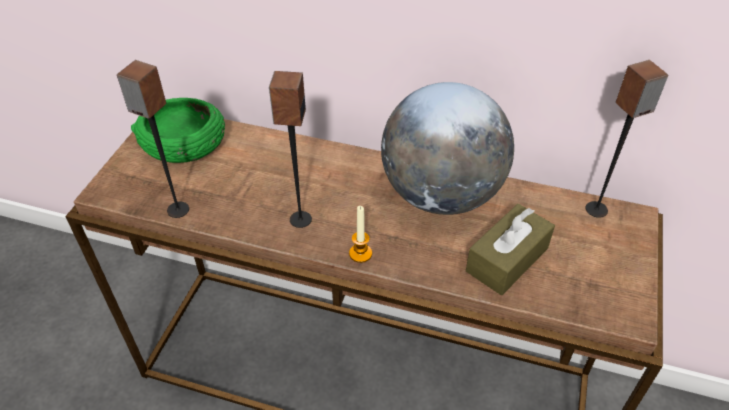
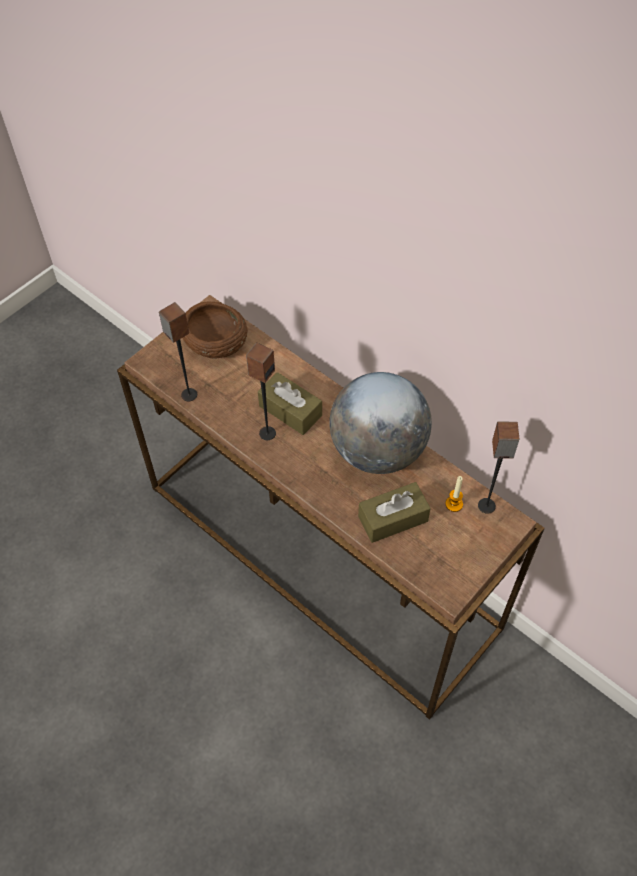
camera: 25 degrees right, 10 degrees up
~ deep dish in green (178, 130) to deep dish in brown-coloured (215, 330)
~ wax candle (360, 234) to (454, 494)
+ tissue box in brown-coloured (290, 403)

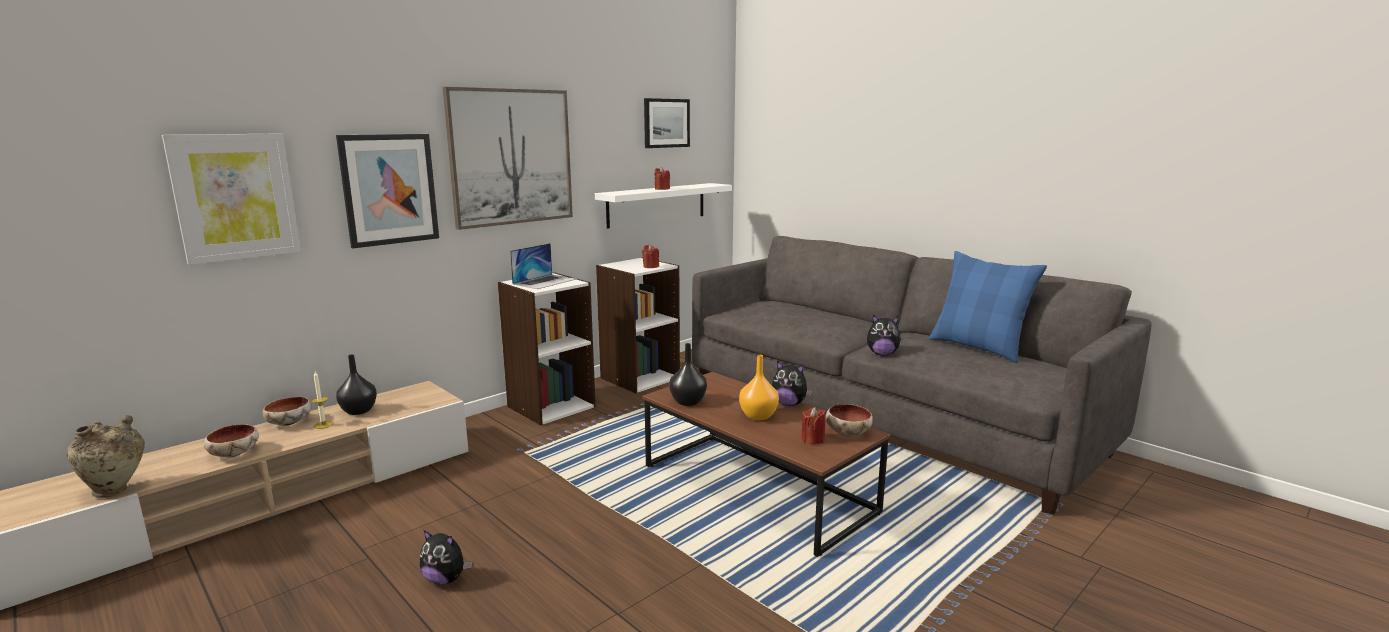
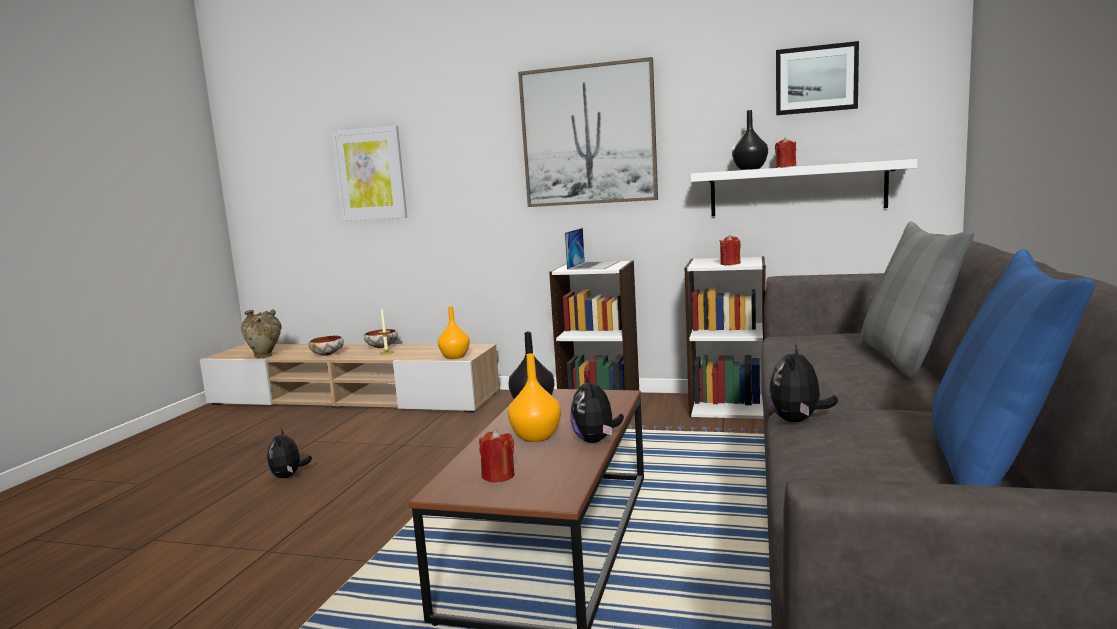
camera: 60 degrees right, 5 degrees down
- wall picture (387, 191)
~ vase in blackish (356, 384) to (750, 140)
~ laptop (543, 266) = (592, 249) 75 degrees counterclockwise
- deep dish (849, 420)
~ soft toy (884, 335) = (803, 383) 45 degrees clockwise
+ vase in orangey (454, 332)
+ throw pillow in gray (917, 300)

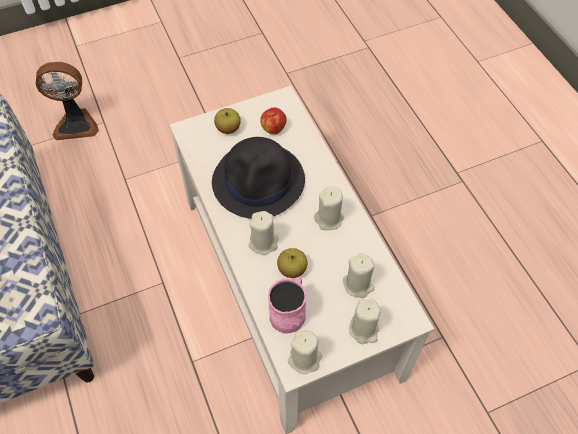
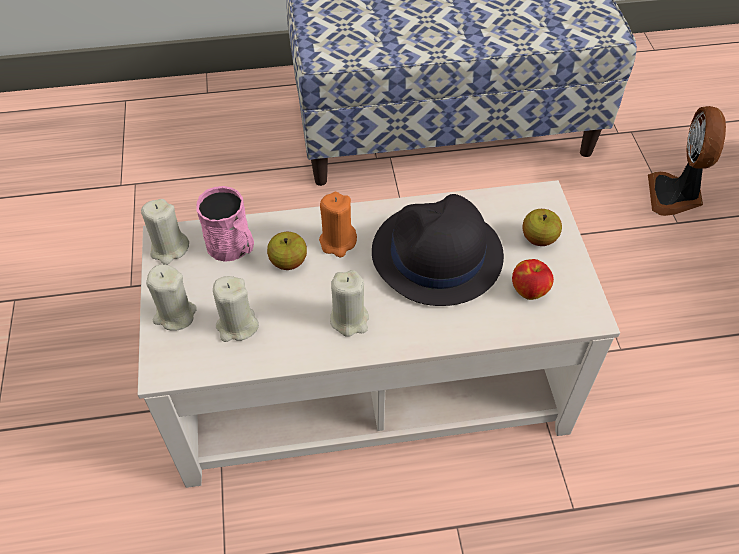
camera: 105 degrees right, 5 degrees down
~ wax candle in sand-coloured (264, 233) to wax candle in orangey (338, 224)

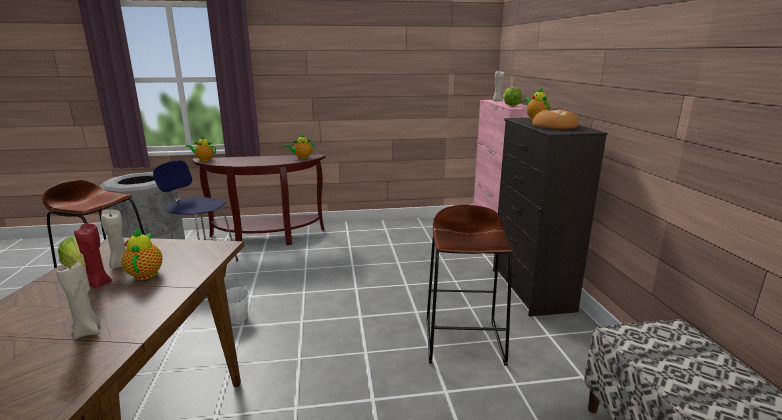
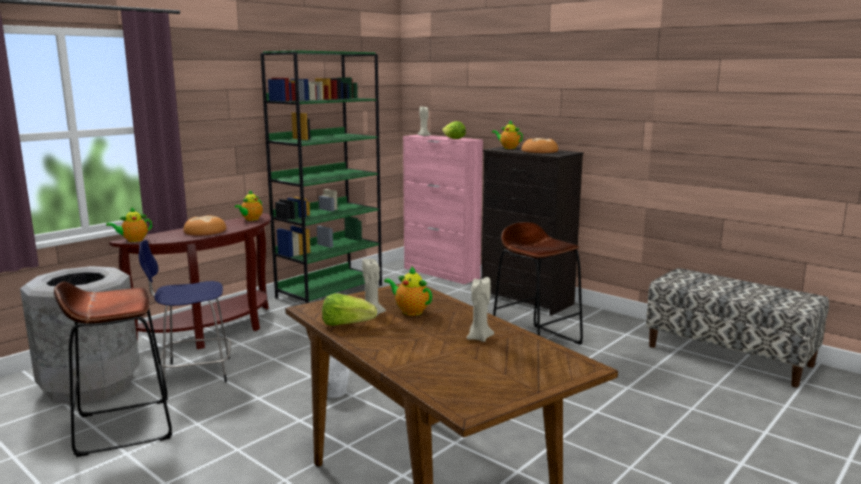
camera: 40 degrees left, 5 degrees down
- wax candle in red-coloured (93, 256)
+ baked bread (204, 225)
+ bookcase in green (321, 176)

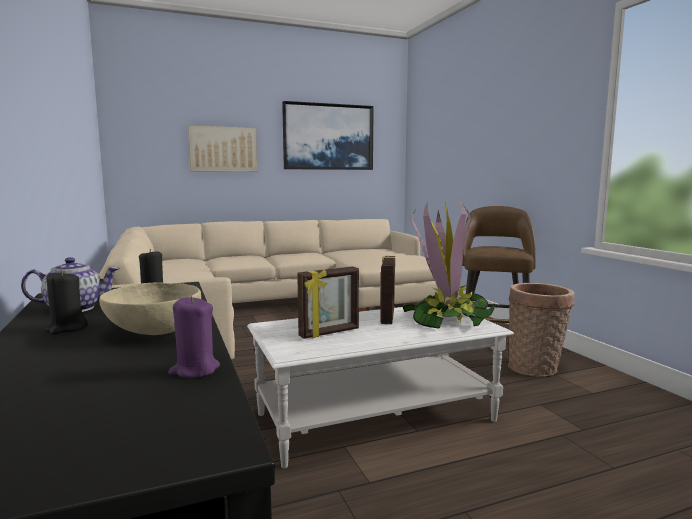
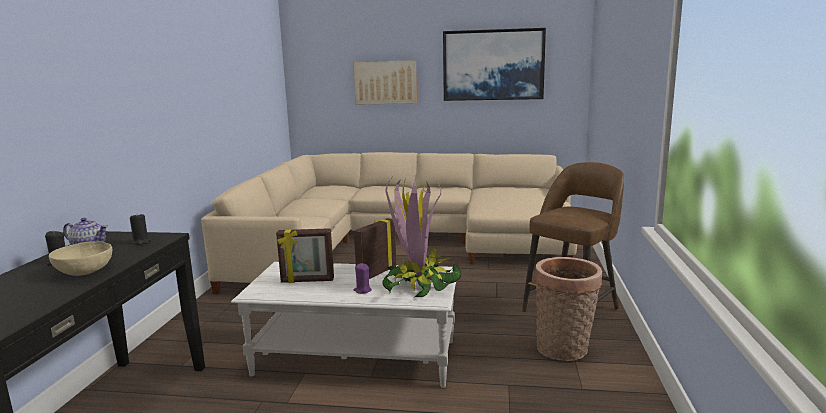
camera: 30 degrees right, 5 degrees up
~ wax candle in purple-coloured (194, 337) to (363, 278)

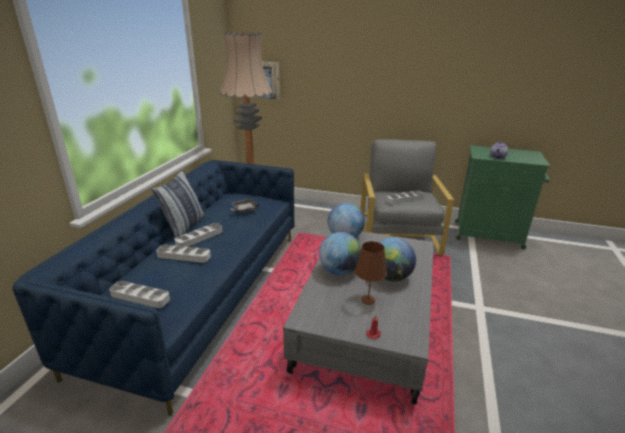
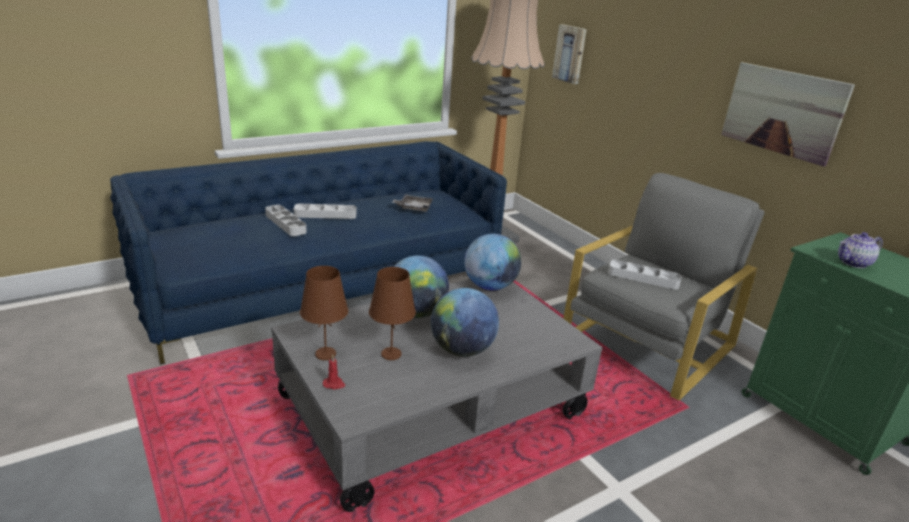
camera: 40 degrees right, 0 degrees up
- tray in gray (139, 294)
- throw pillow (178, 203)
+ tabletop lamp in brown-coloured (324, 313)
+ wall picture (788, 114)

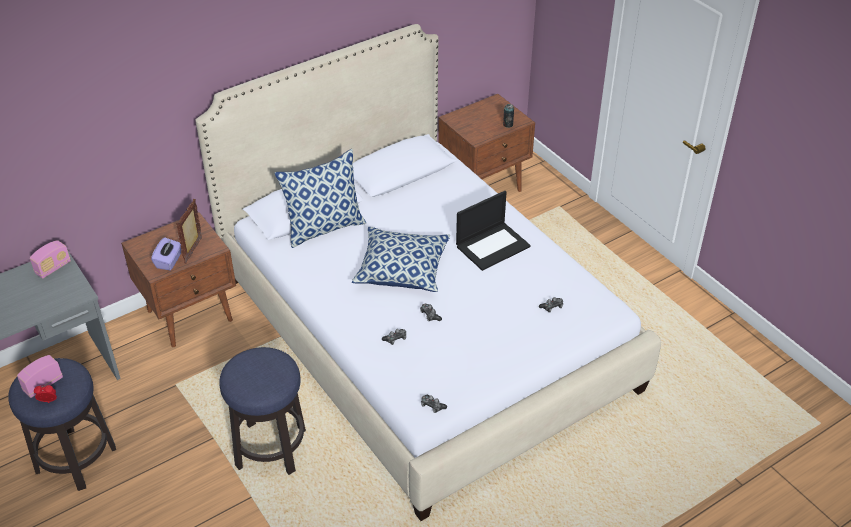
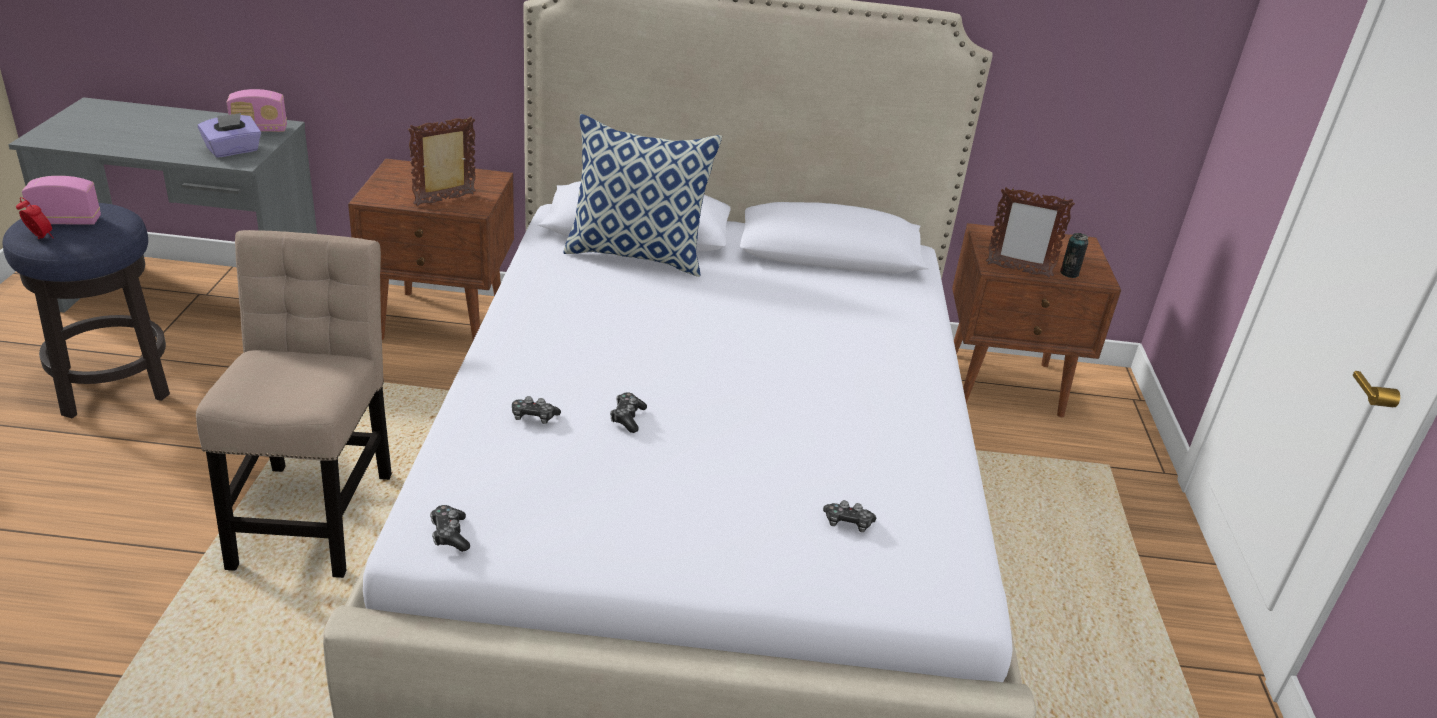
camera: 35 degrees right, 10 degrees down
~ tissue box in purple-coloured (166, 254) to (229, 135)
~ stool (262, 411) to upright chair in sand-coloured (294, 404)
- throw pillow (401, 259)
- laptop (493, 231)
+ standing frame (1030, 232)

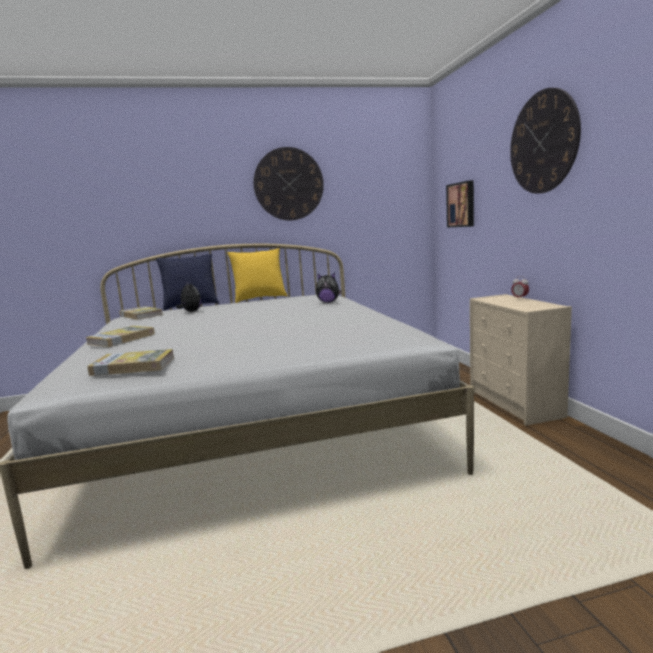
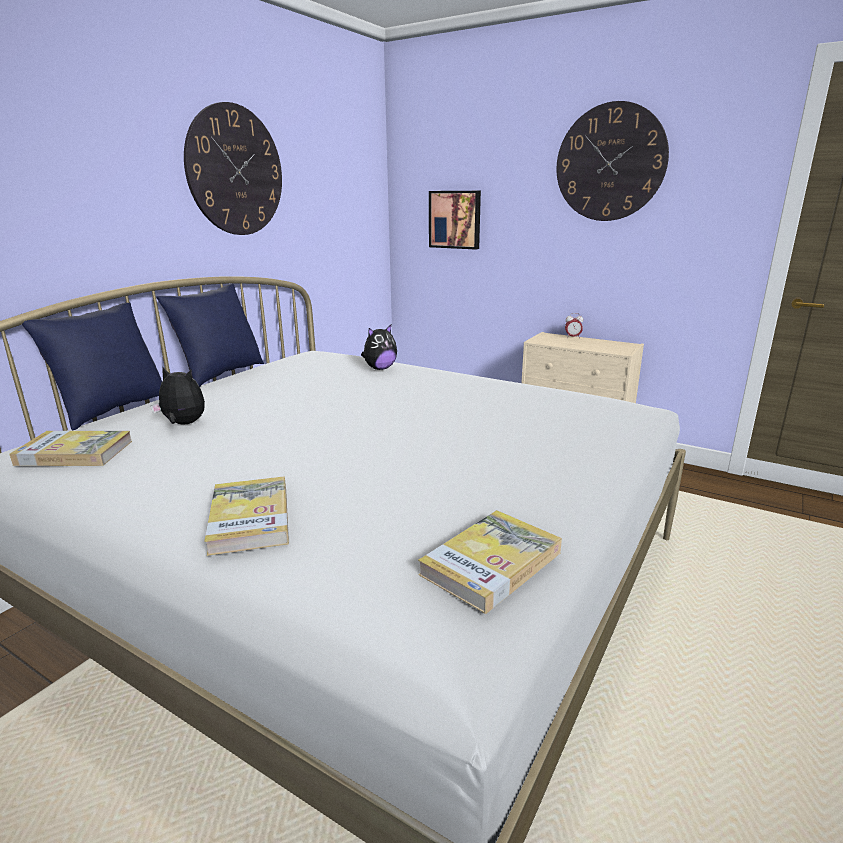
camera: 45 degrees left, 10 degrees up
~ throw pillow in yellow (257, 275) to throw pillow in blue-coloured (210, 335)

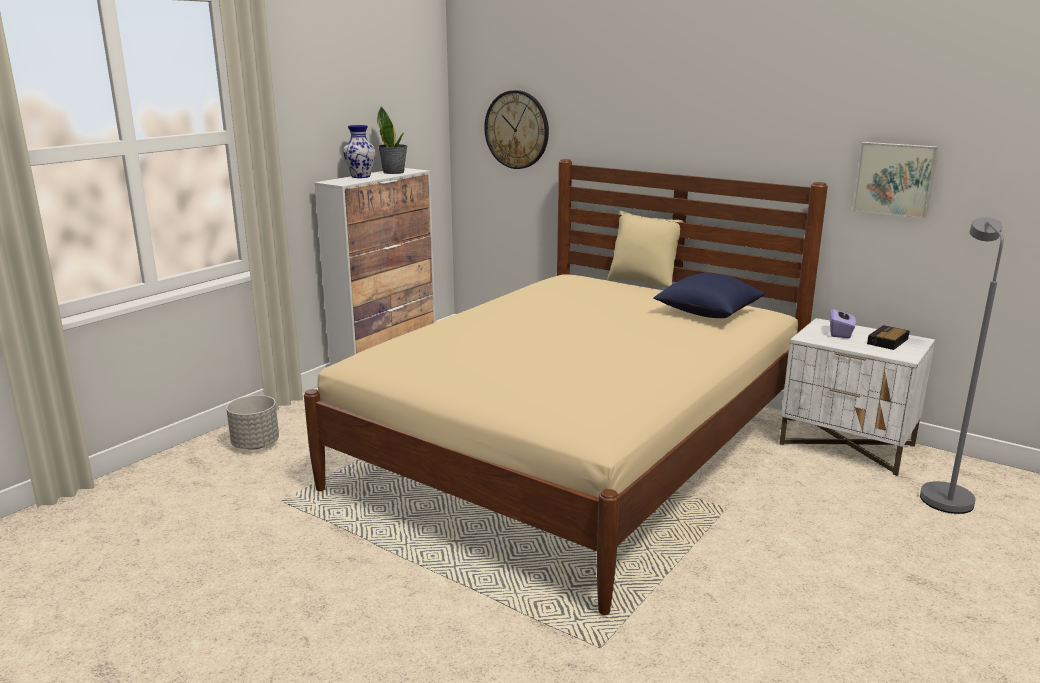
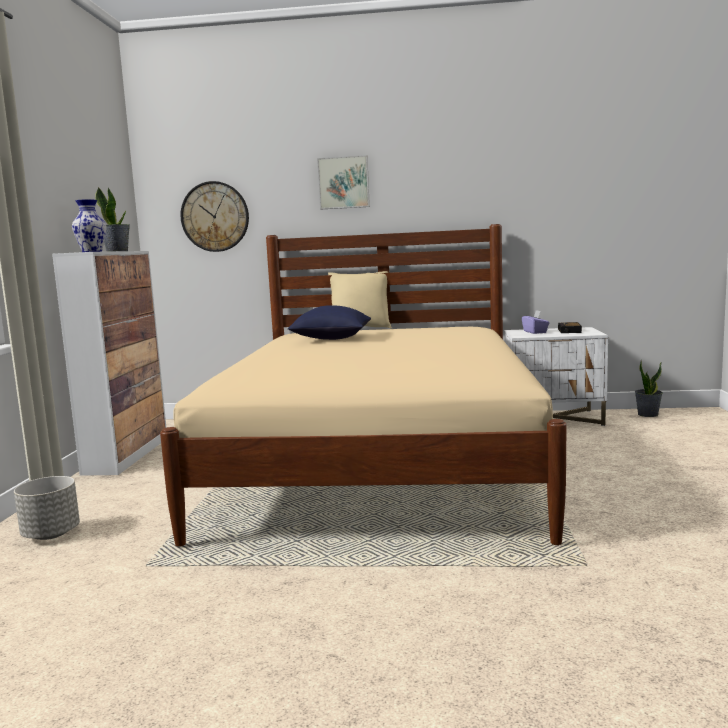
camera: 30 degrees left, 10 degrees down
~ throw pillow in blue-coloured (709, 295) to (329, 322)
~ wall picture (895, 180) to (343, 182)
- standard lamp in gray (962, 365)
+ houseplant (649, 388)

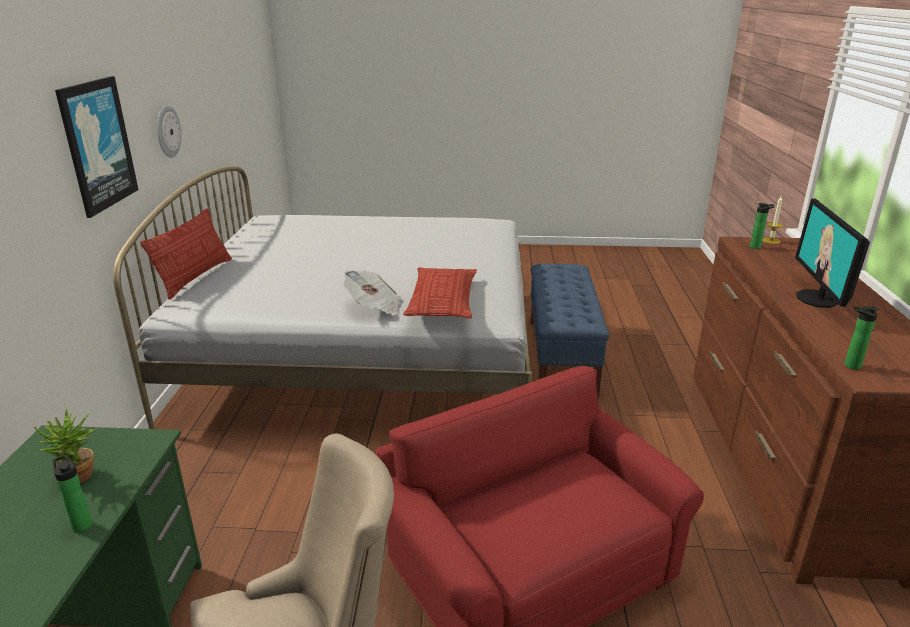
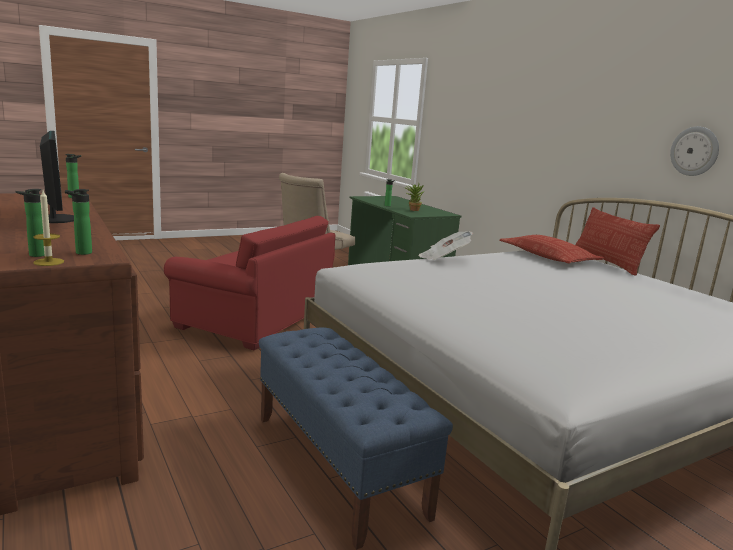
camera: 145 degrees right, 10 degrees down
- wall picture (96, 147)
~ throw pillow (440, 293) to (552, 249)
+ beverage bottle (30, 223)

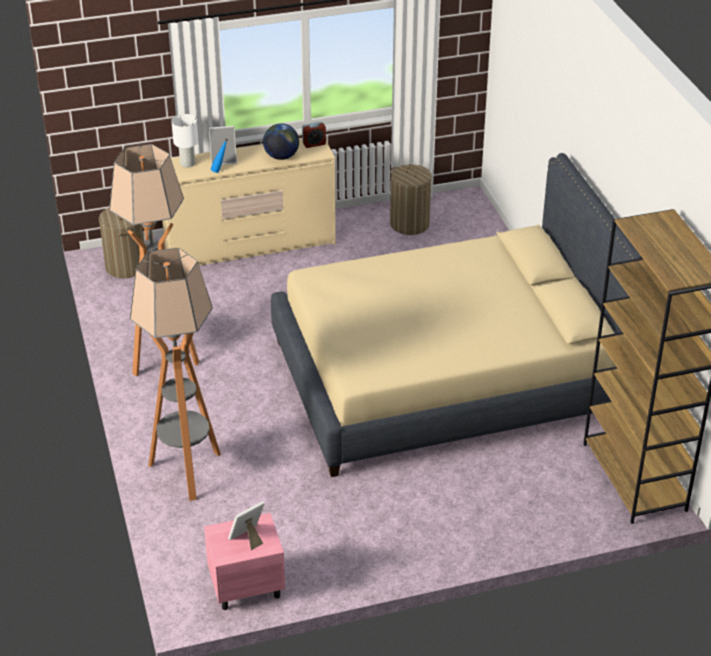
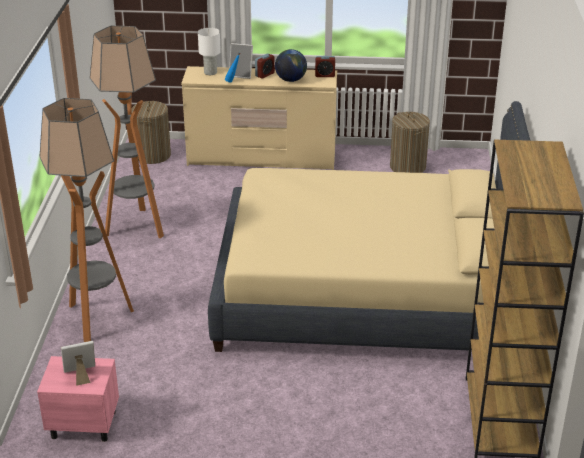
camera: 20 degrees right, 5 degrees down
+ alarm clock (265, 66)

